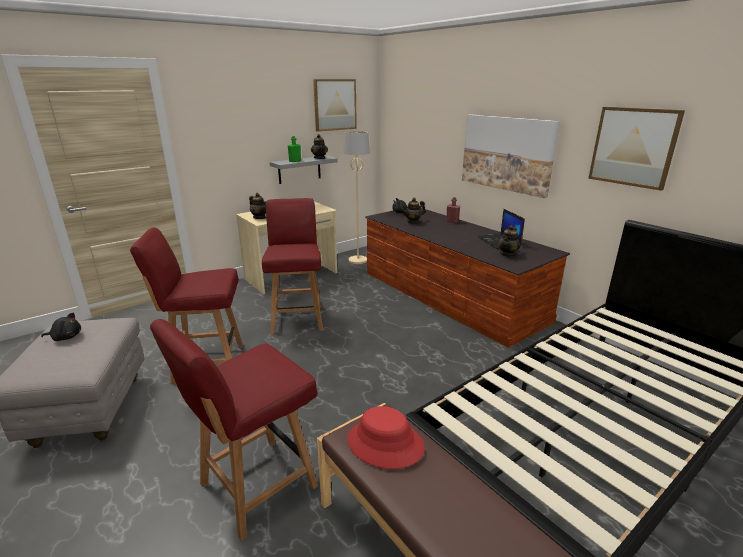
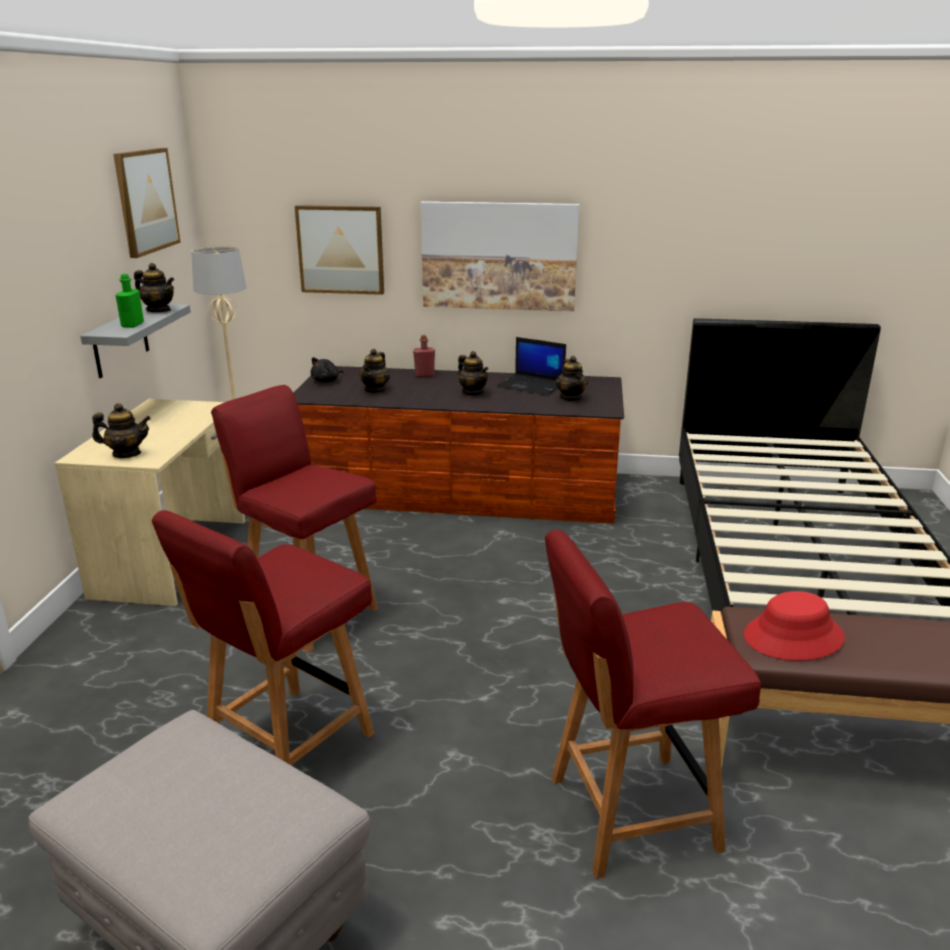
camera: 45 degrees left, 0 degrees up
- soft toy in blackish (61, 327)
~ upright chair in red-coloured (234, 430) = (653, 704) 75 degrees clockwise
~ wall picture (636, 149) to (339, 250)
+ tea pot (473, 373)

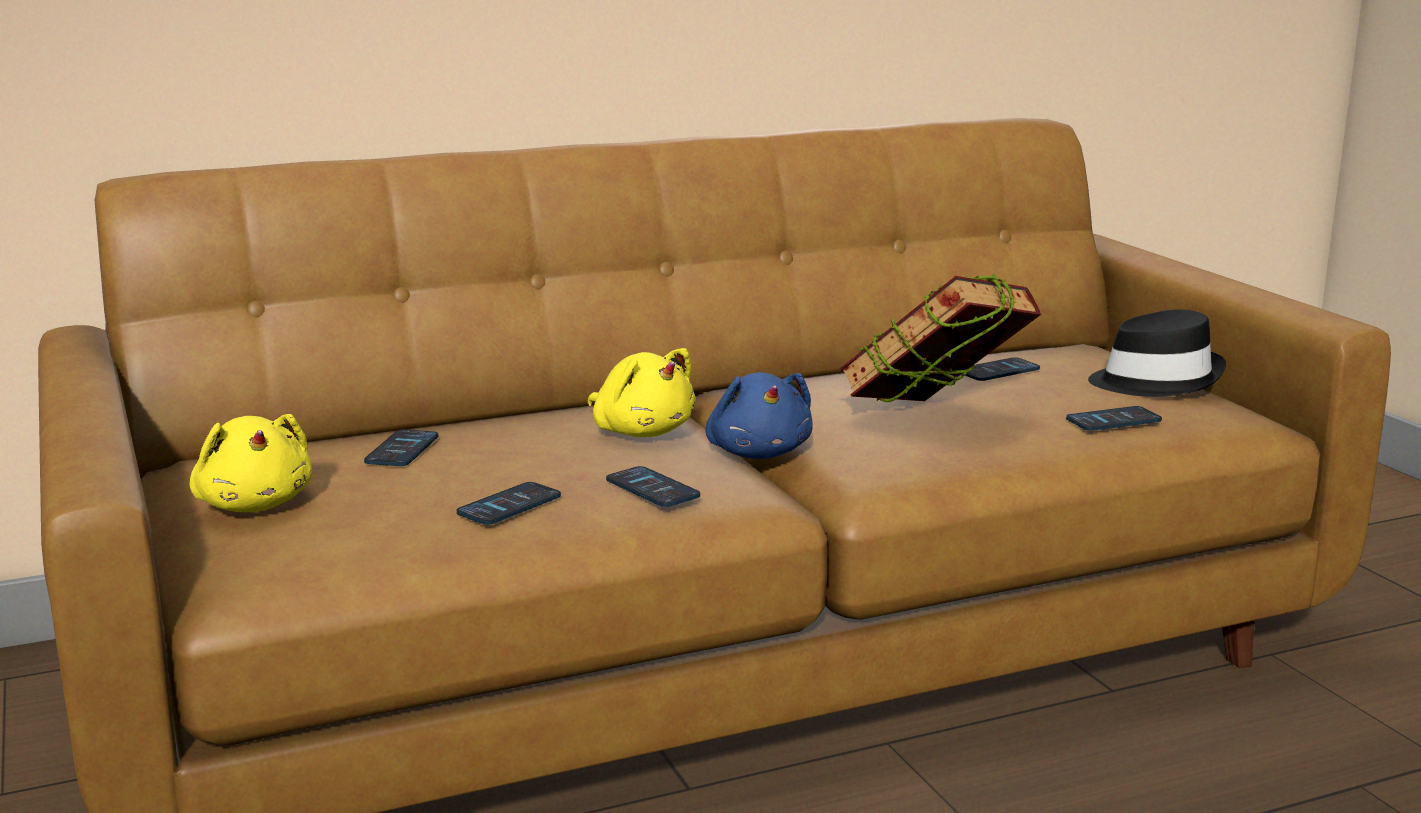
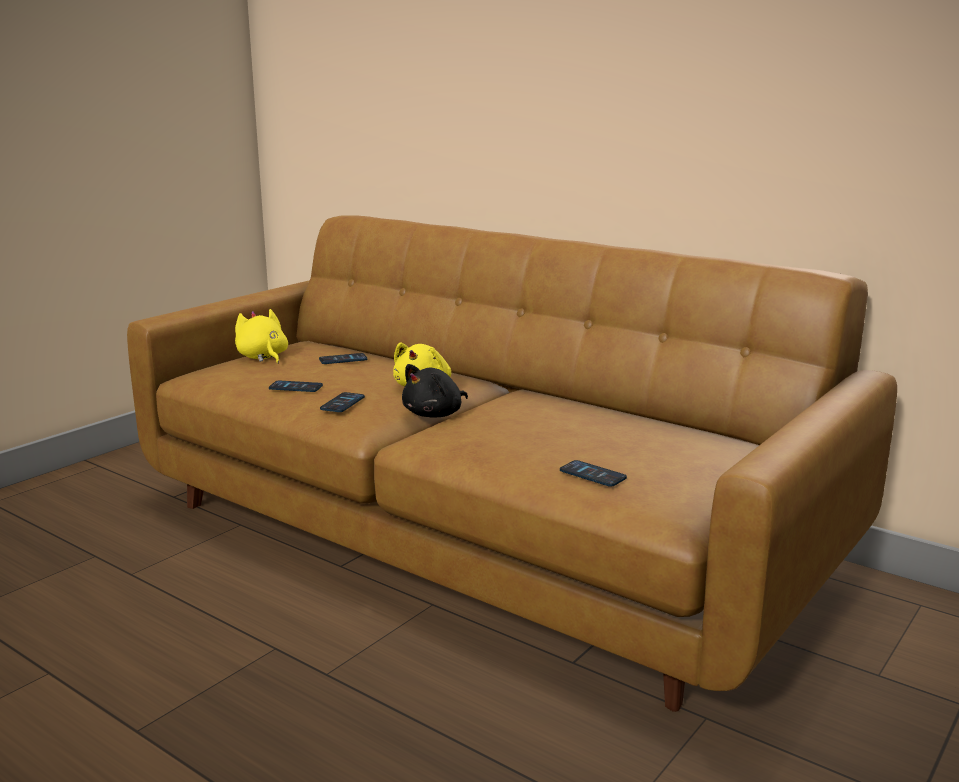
camera: 60 degrees right, 0 degrees up
~ soft toy in yellow (251, 463) = (261, 336) 120 degrees clockwise
~ soft toy in blue-coloured (759, 415) to soft toy in blackish (435, 391)
- bound book (940, 337)
- telephone (1002, 369)
- wearable hat in blackish (1157, 353)

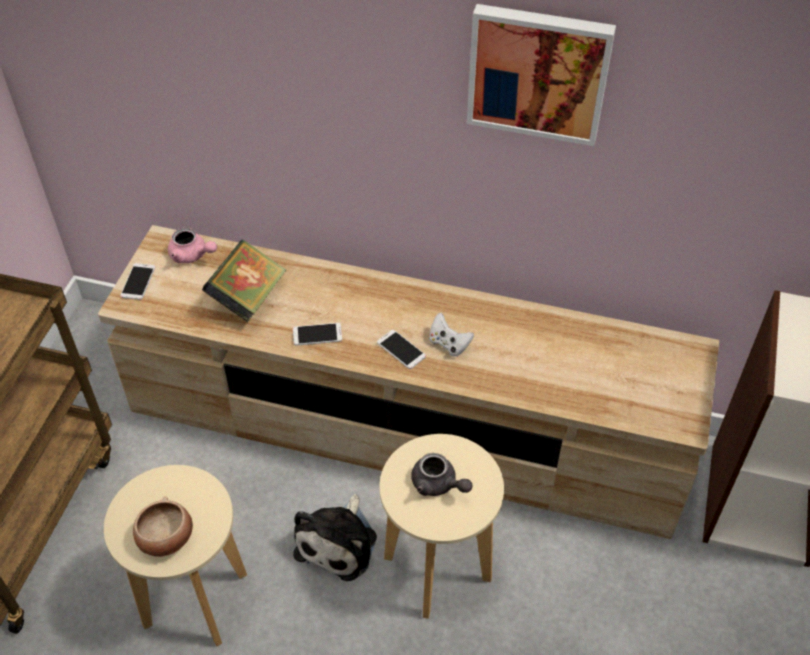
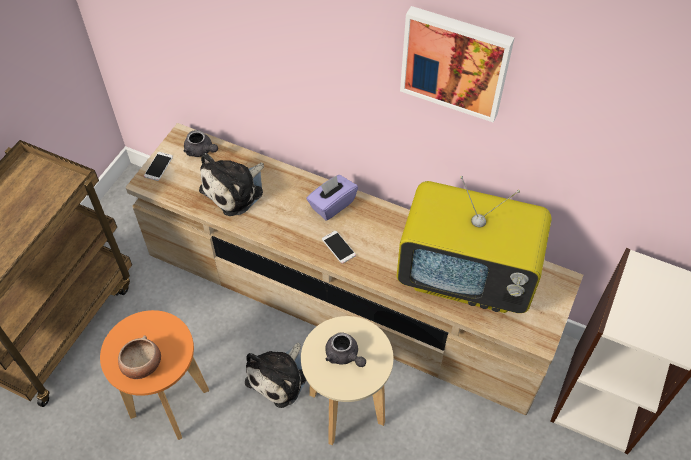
camera: 10 degrees right, 5 degrees up
~ stool in sand-coloured (175, 555) to stool in orangey (154, 375)
~ tea pot in pink (192, 245) to tea pot in gray (201, 143)
~ bound book (244, 281) to soft toy (231, 184)
- telephone (317, 334)
- gamepad in white-coloured (451, 335)
+ tissue box in purple-coloured (332, 198)
+ television (474, 244)

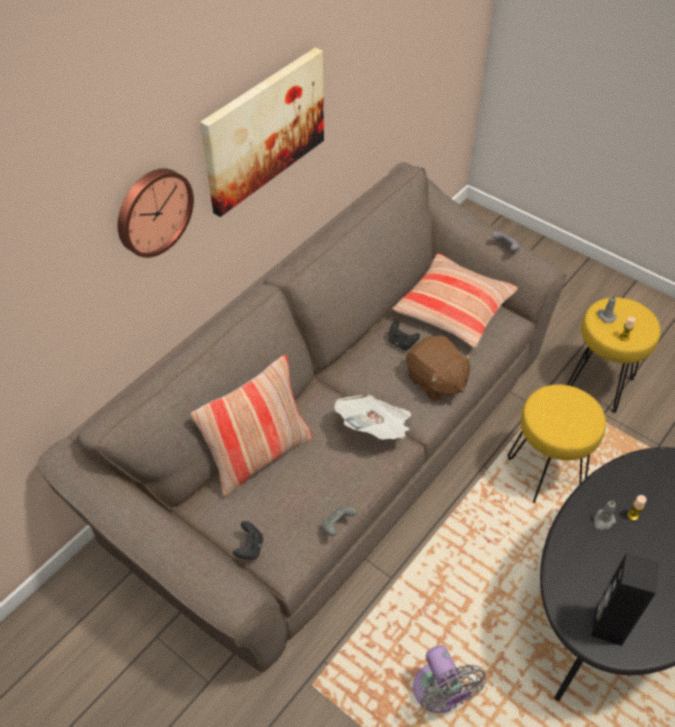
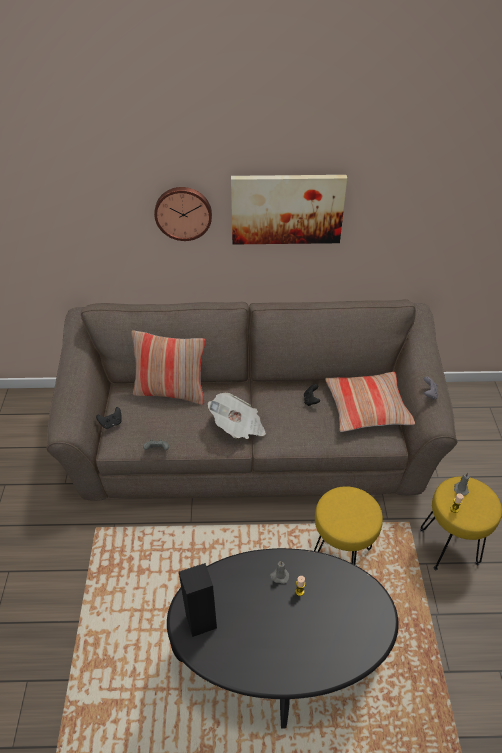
camera: 50 degrees right, 5 degrees down
- soft toy in brown-coloured (439, 368)
- cooling fan in gray (449, 679)

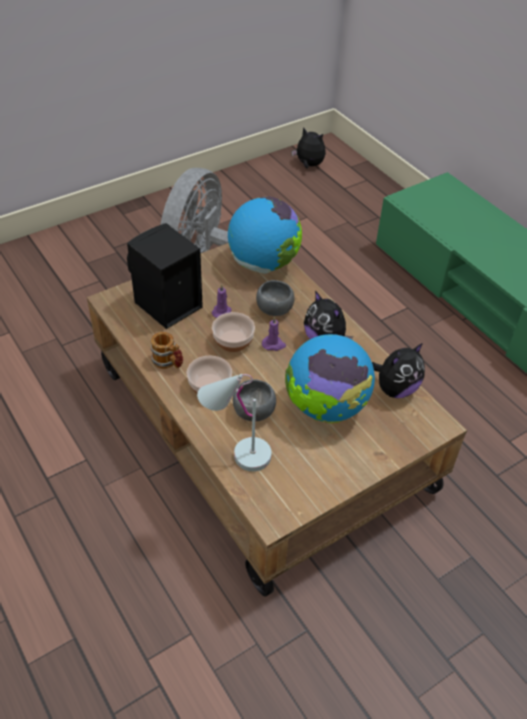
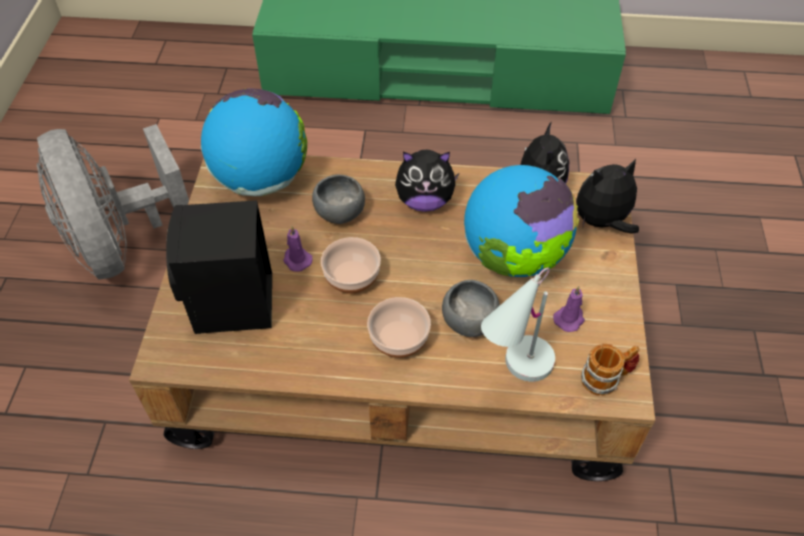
camera: 50 degrees left, 5 degrees up
~ mug (167, 350) to (610, 370)
~ wax candle in purple-coloured (274, 333) to (569, 309)
~ soft toy (308, 147) to (607, 196)

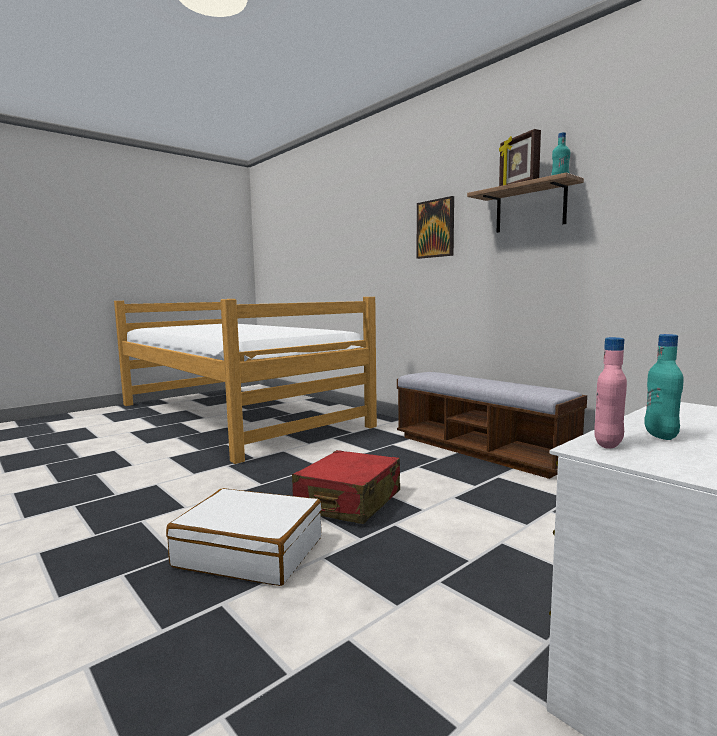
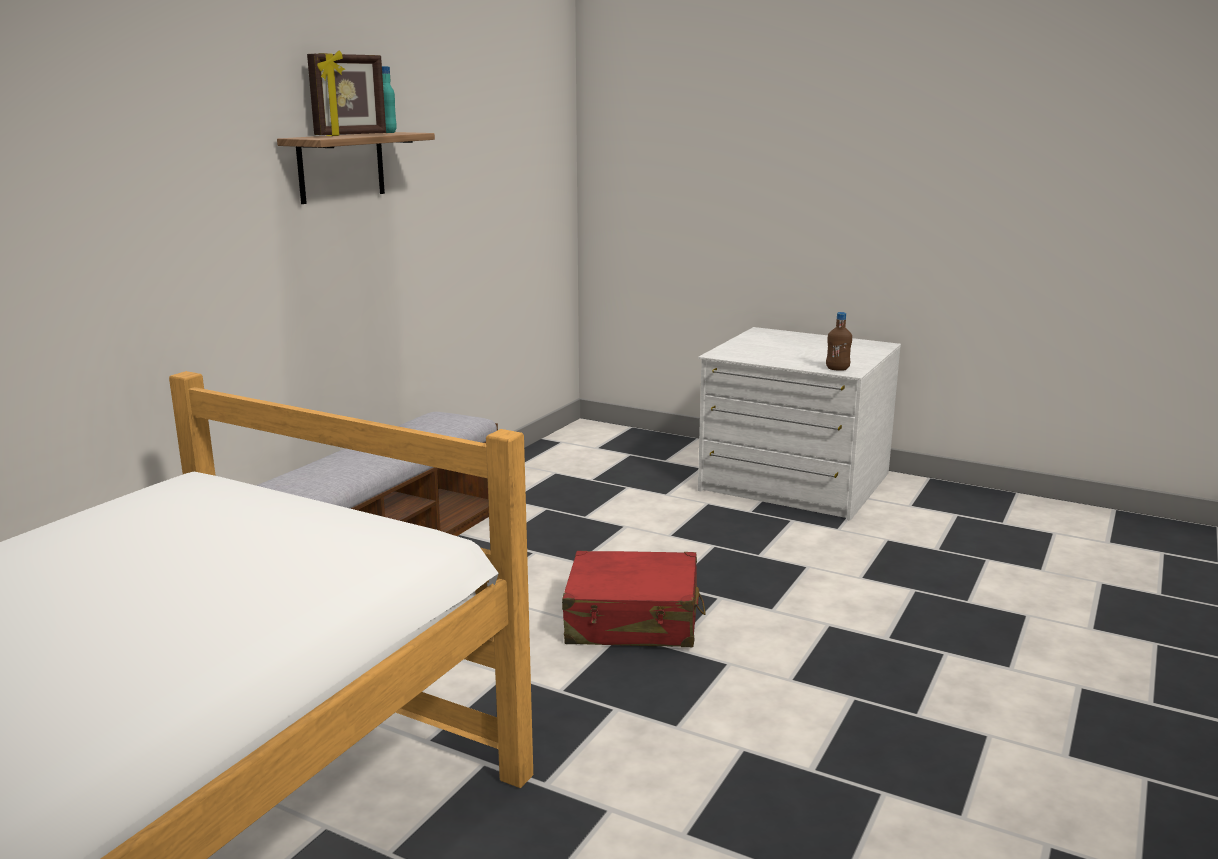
camera: 110 degrees left, 10 degrees up
- travel case in white-coloured (244, 537)
- wall picture (435, 227)
~ beverage bottle in pink (610, 393) to beverage bottle in brown-coloured (839, 341)
- beverage bottle in turquoise (664, 387)

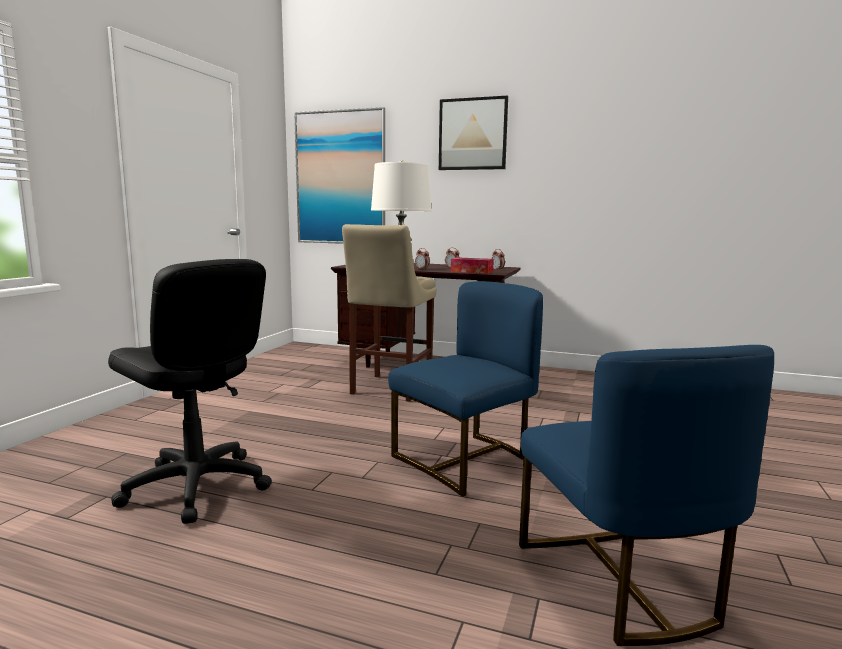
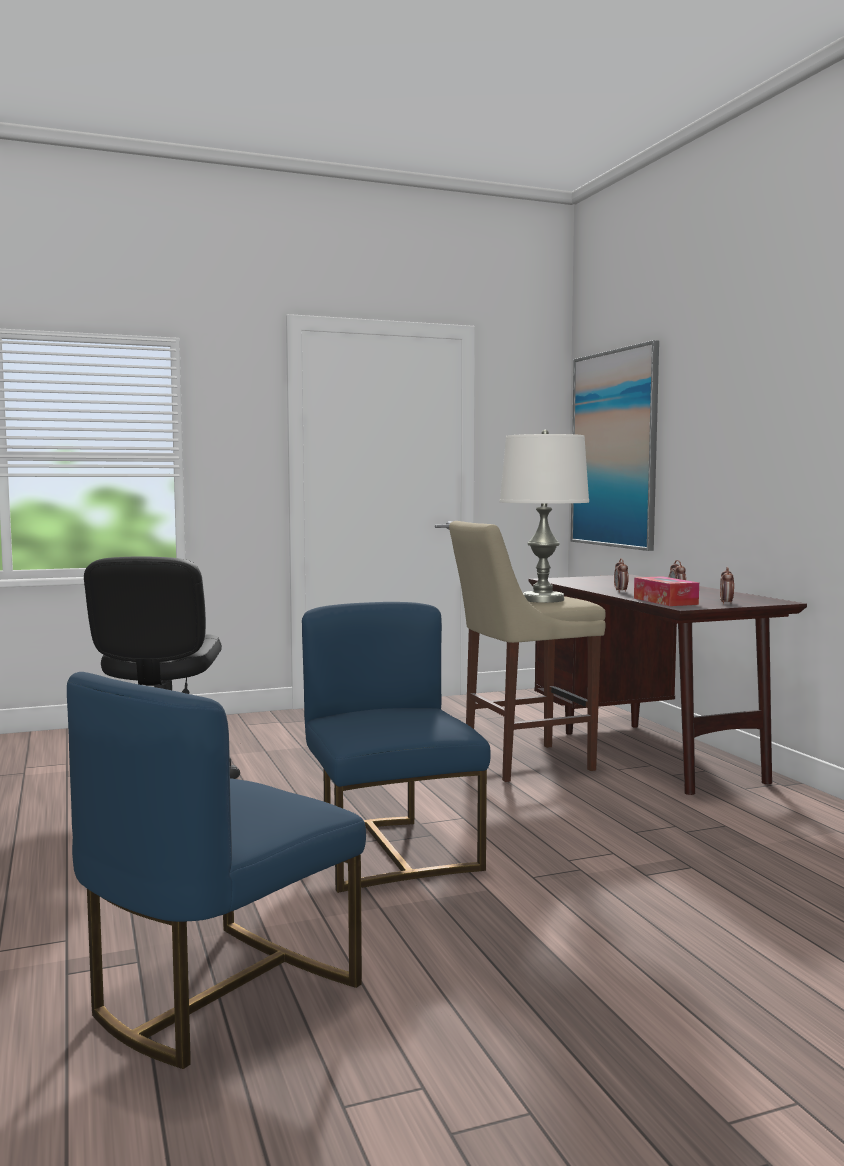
camera: 50 degrees right, 5 degrees down
~ upright chair in blue-coloured (465, 389) = (396, 747) 120 degrees counterclockwise
- wall picture (473, 133)

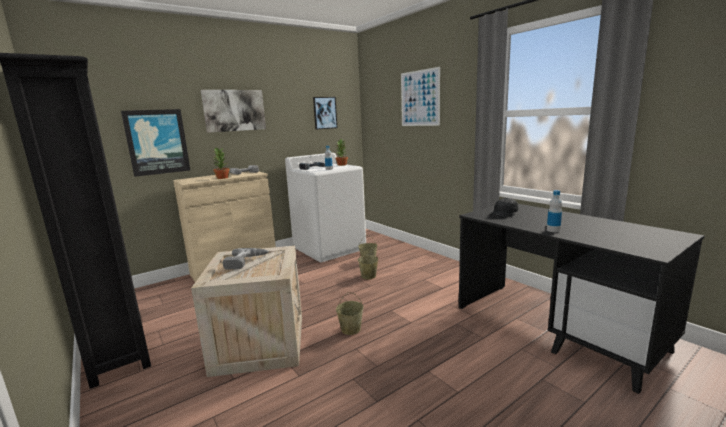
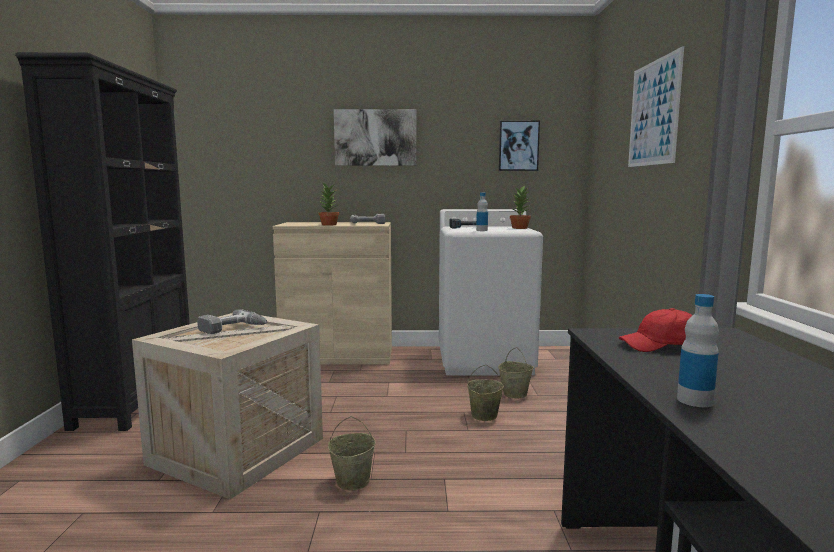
camera: 35 degrees right, 5 degrees down
- wall picture (155, 143)
~ baseball cap in blackish (504, 208) to baseball cap in red-coloured (655, 330)

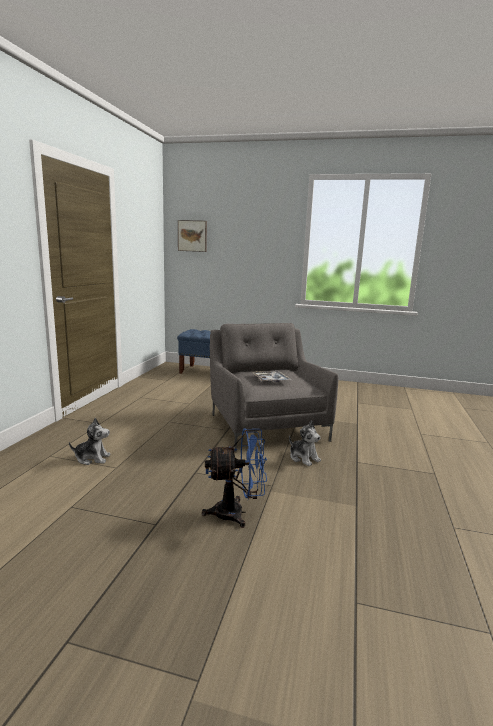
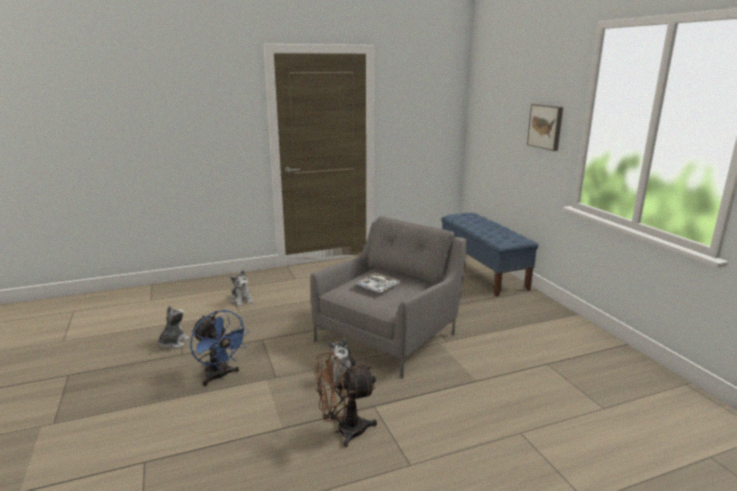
camera: 55 degrees right, 5 degrees up
~ wall picture (192, 236) to (545, 127)
+ soft toy (173, 327)
+ cooling fan in brown-coloured (345, 399)

